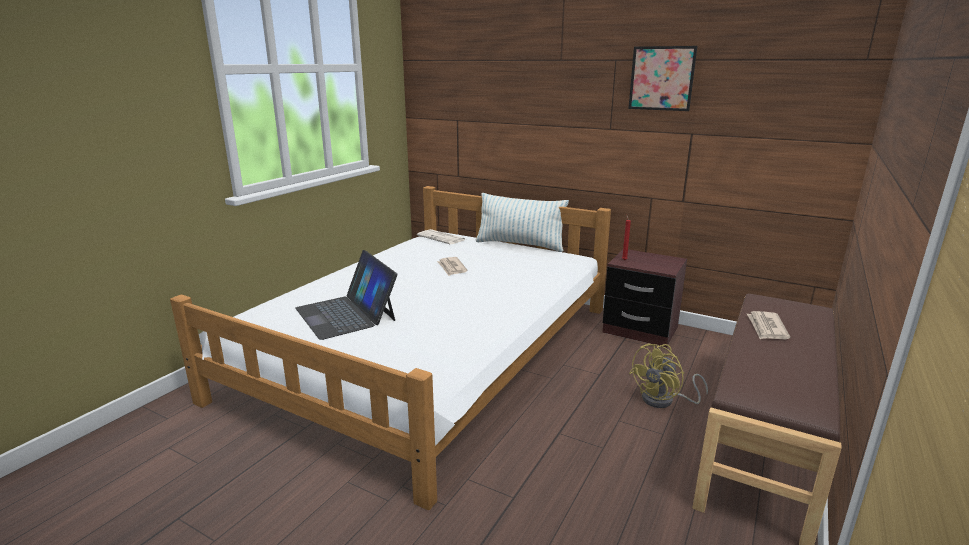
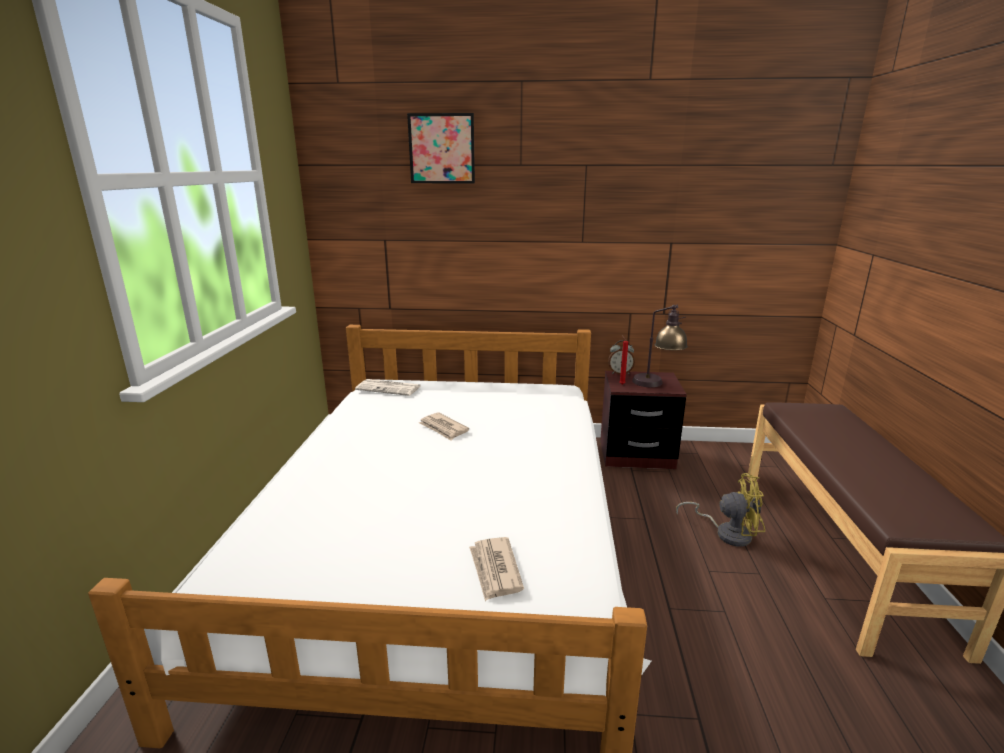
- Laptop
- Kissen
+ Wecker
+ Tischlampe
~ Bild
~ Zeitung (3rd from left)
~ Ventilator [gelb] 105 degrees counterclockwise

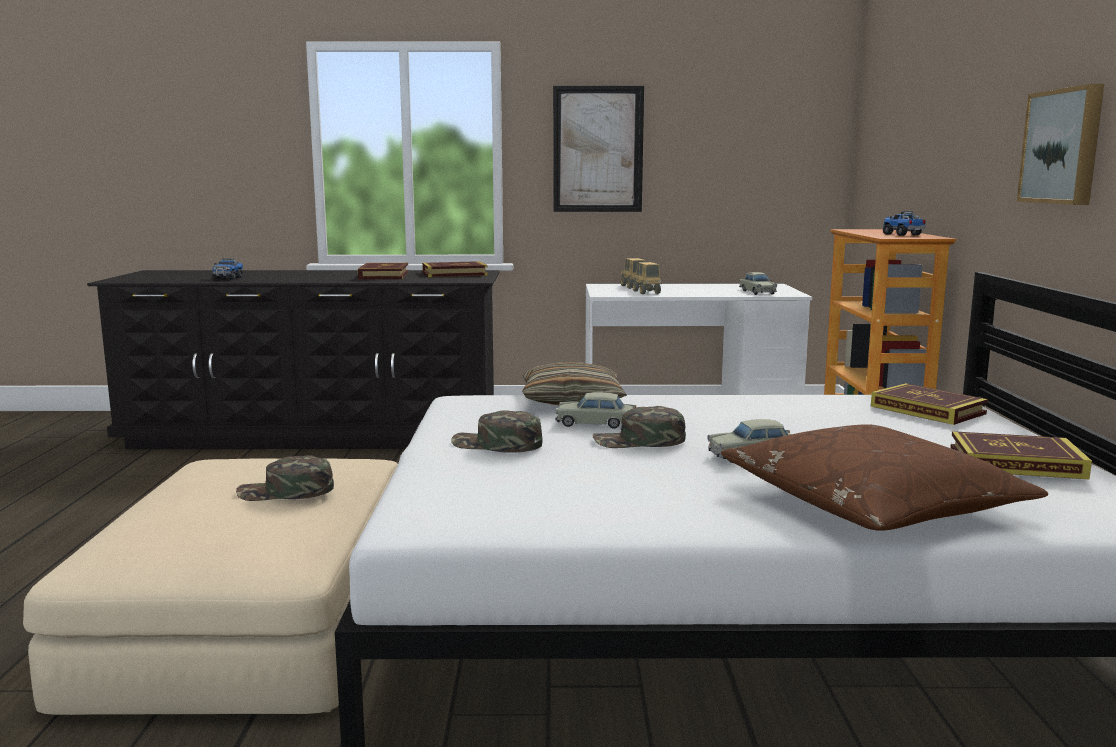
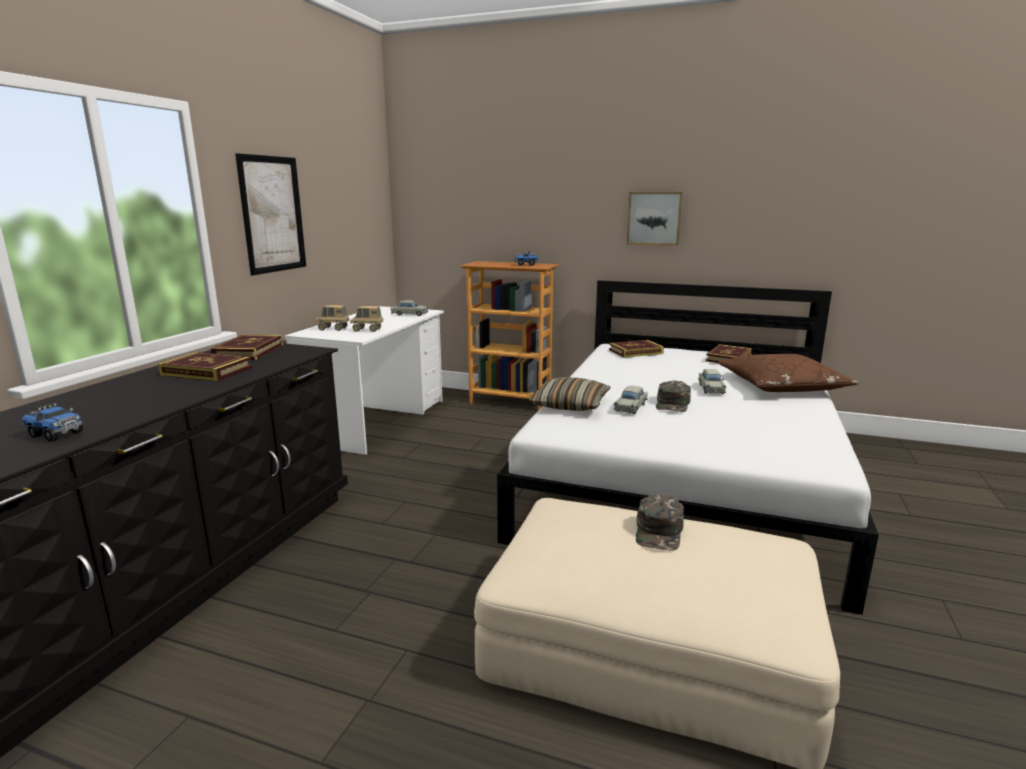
- Kappe [grün] (2nd from left)

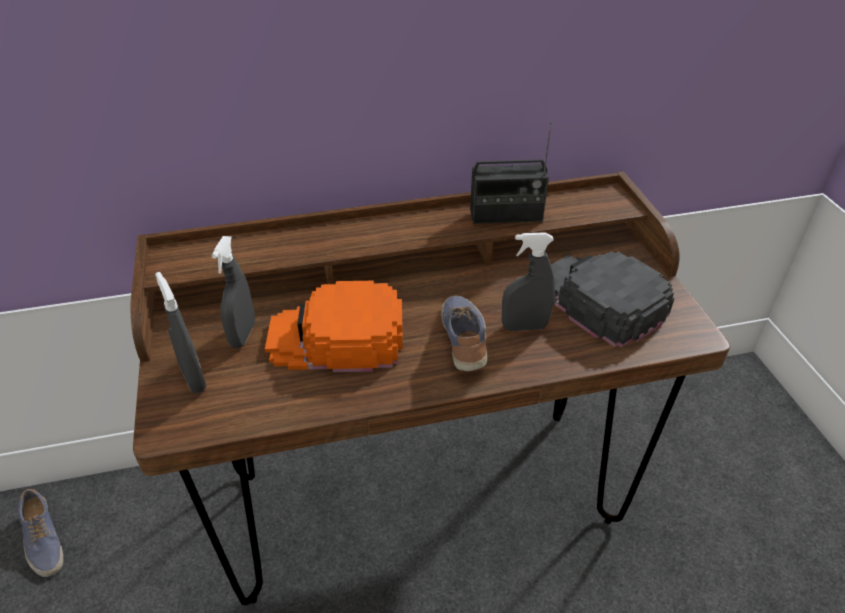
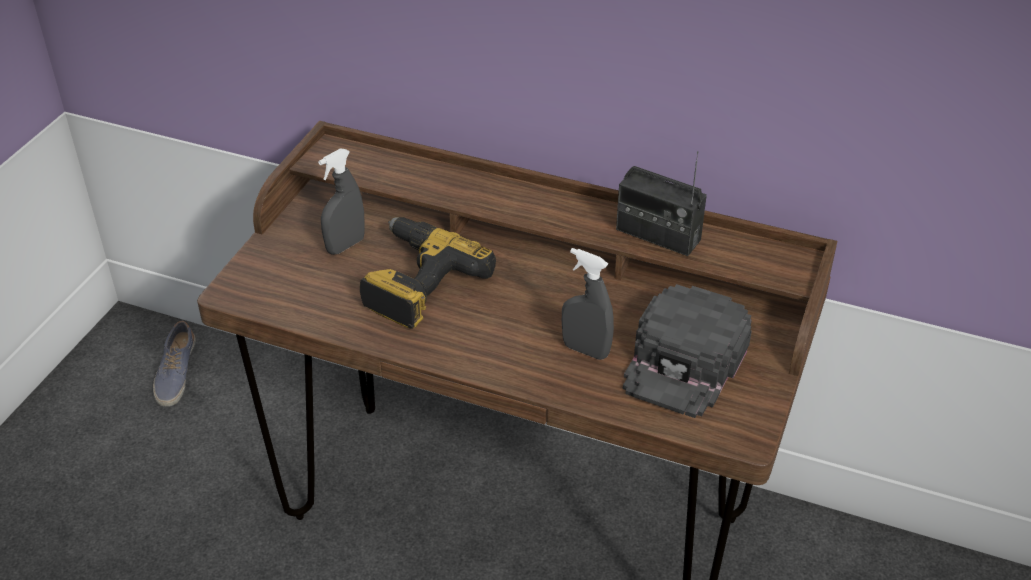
- Sprühflasche [grau] (1st from left)
- Schuh (2nd from left)
~ Kappe [orange] to Bohrmaschine
~ Kappe [schwarz] 150 degrees counterclockwise

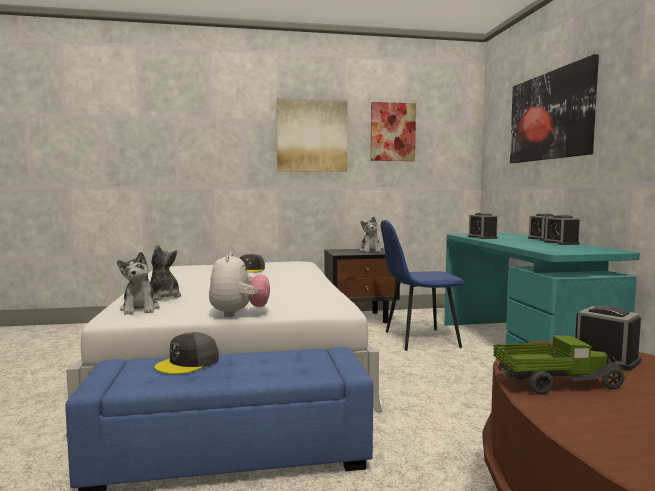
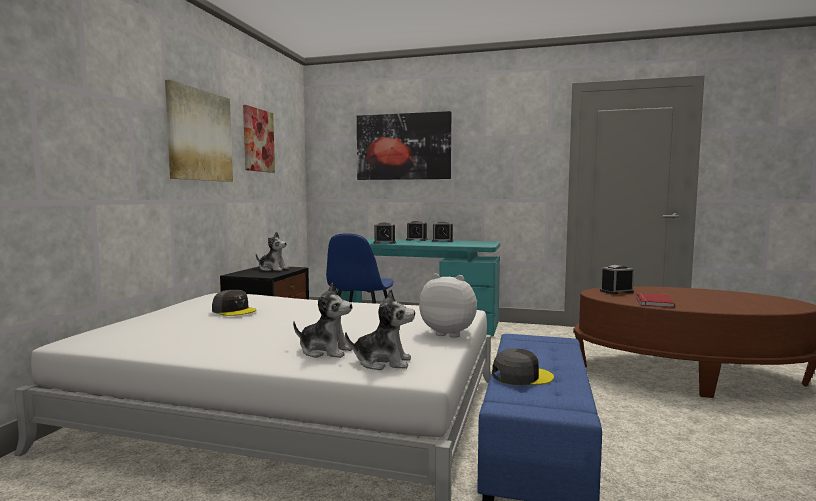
~ Spielzeuglaster to Buch [rot]
~ Plüschtier (2nd from left) 150 degrees counterclockwise
~ Kappe [grau] (1st from left in the first image) 75 degrees counterclockwise

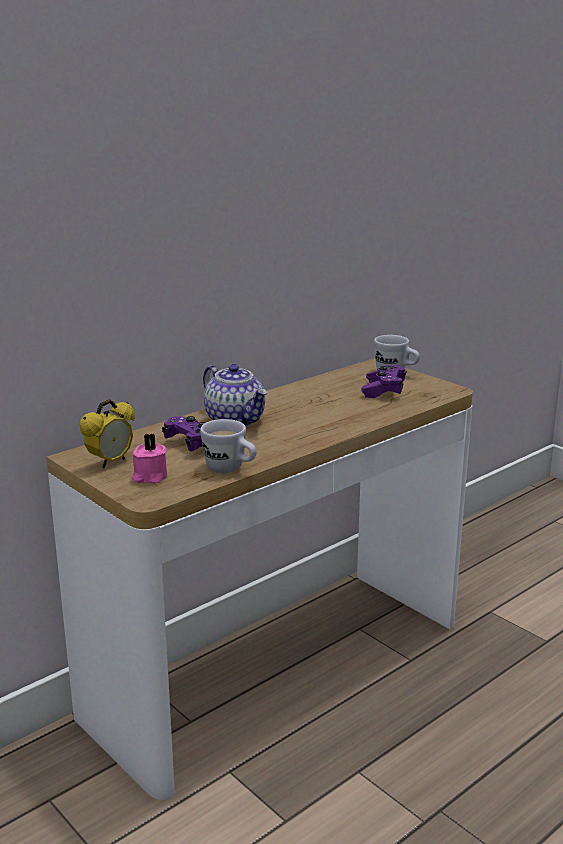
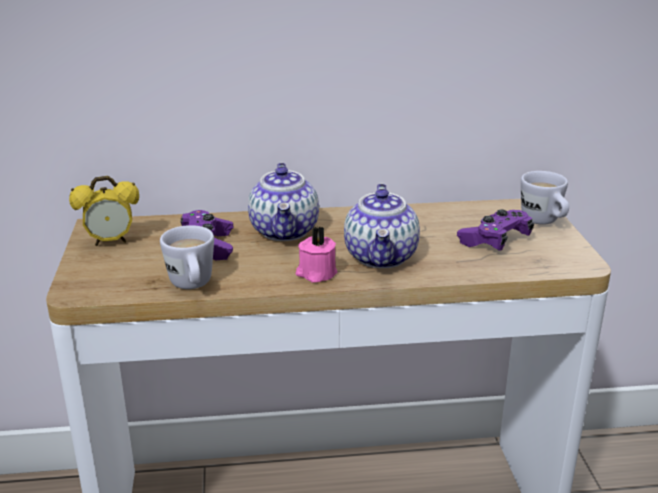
+ Teekanne (2nd from left)
~ Kerze [rosa]

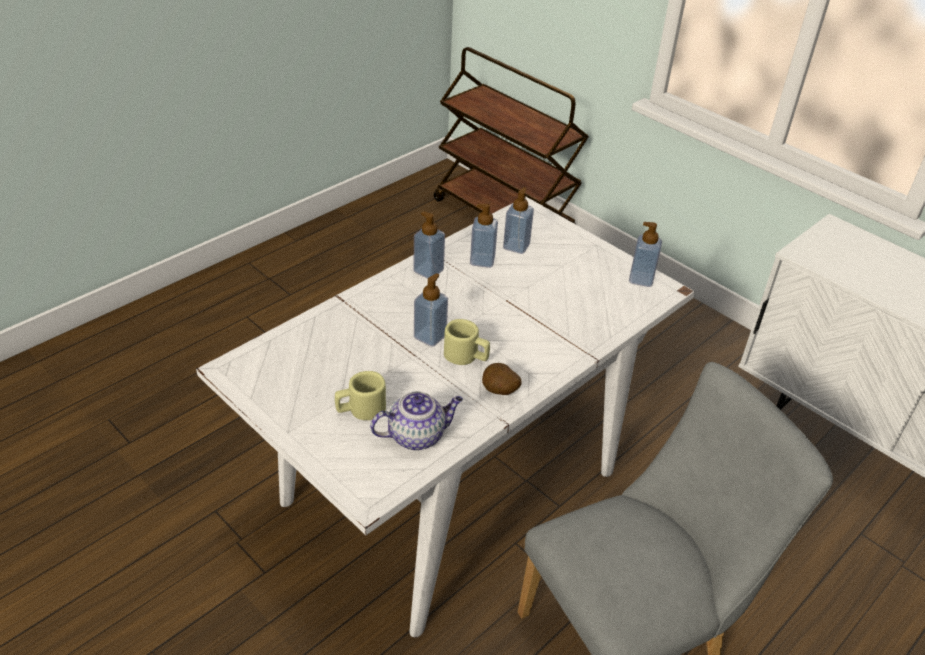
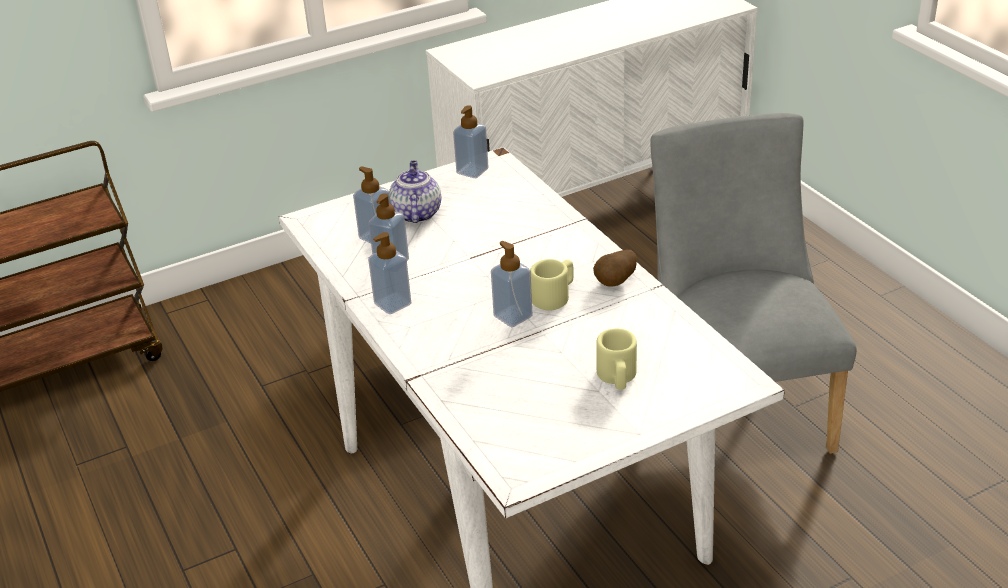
~ Teekanne

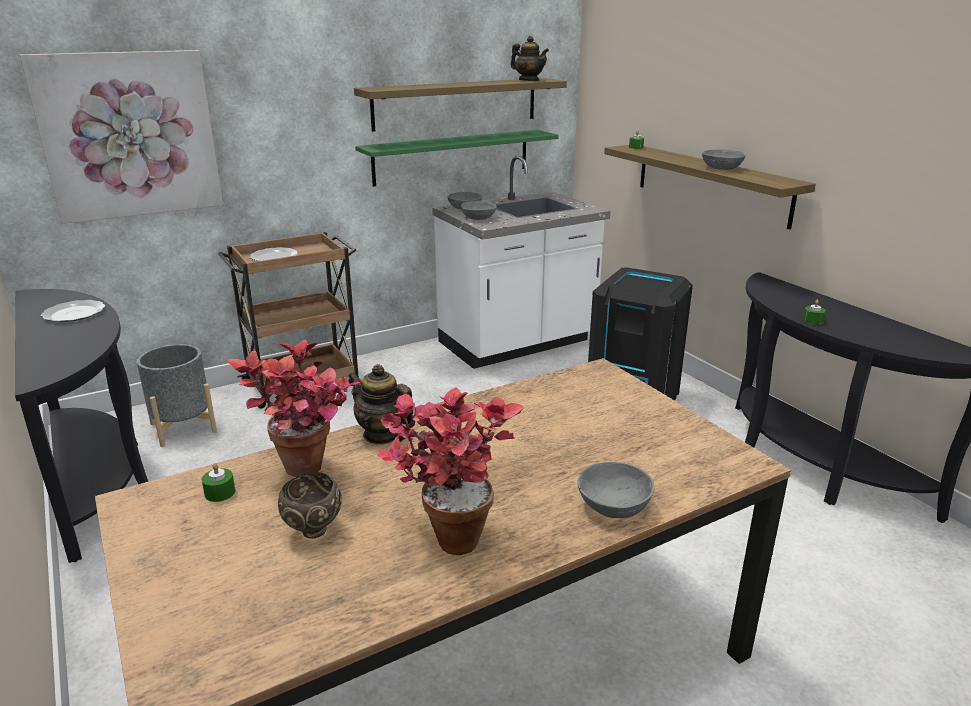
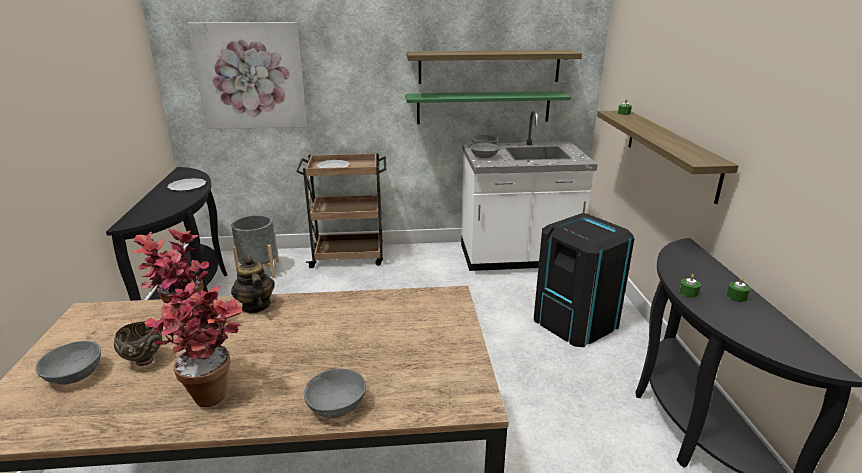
- Teekanne (2nd from left)
~ Kerze [grün] (1st from left in the first image) to Kerze [grün] (3rd from left)
~ Schüssel [grau] (4th from left in the first image) to Schüssel [grau] (1st from left)

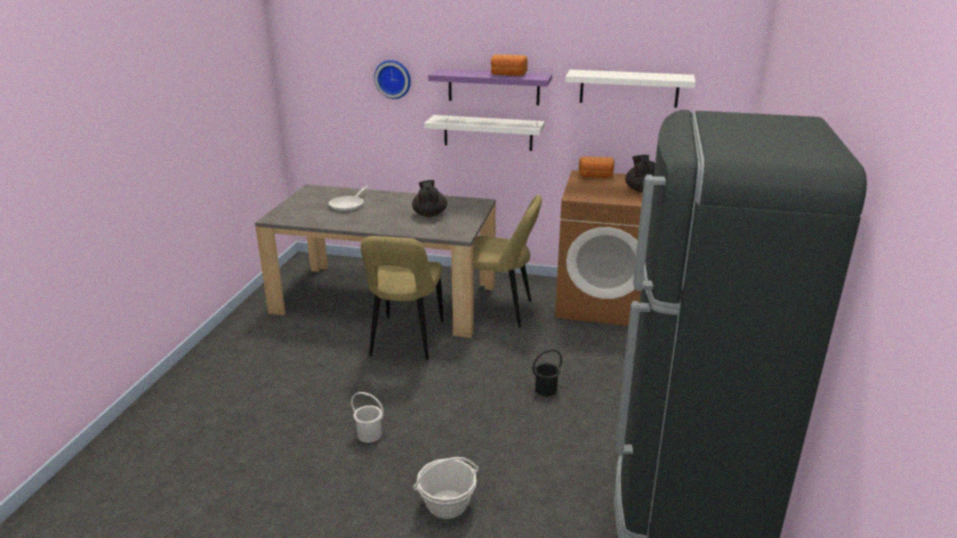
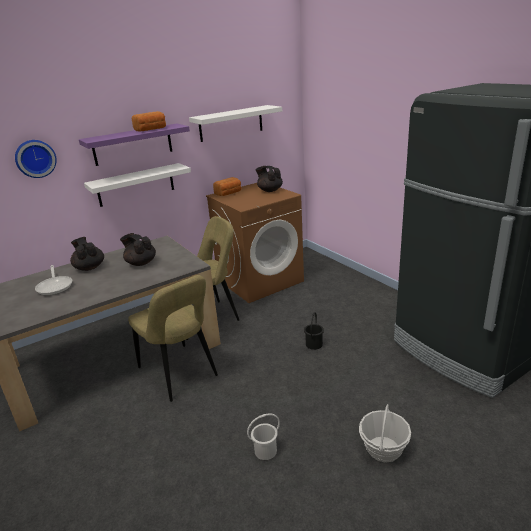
+ Teekanne [schwarz] (1st from left)

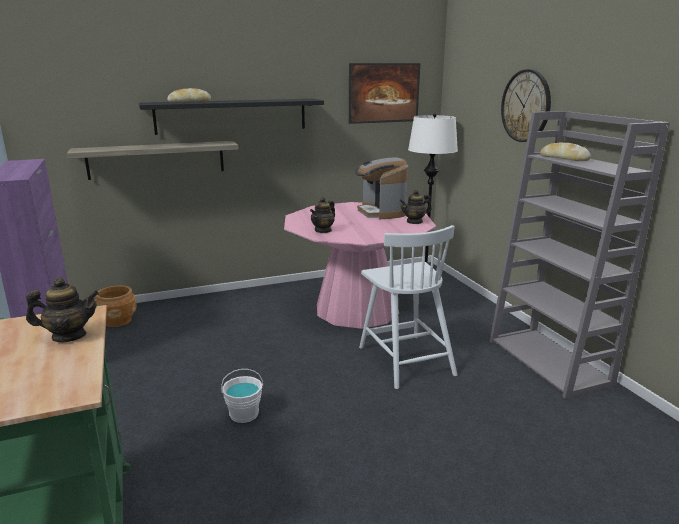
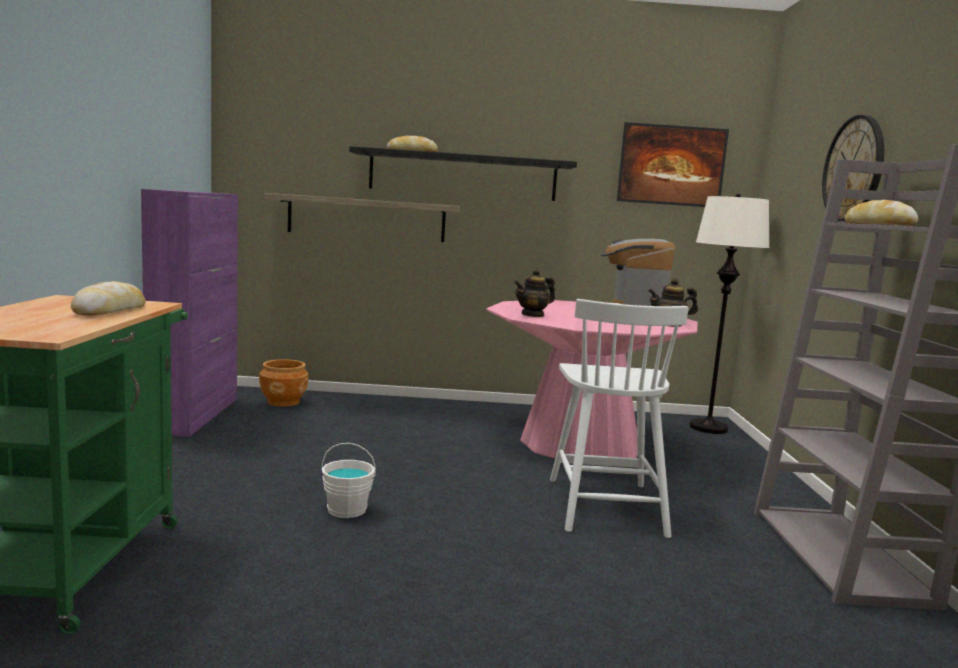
~ Teekanne (1st from left) to Brot (1st from left)

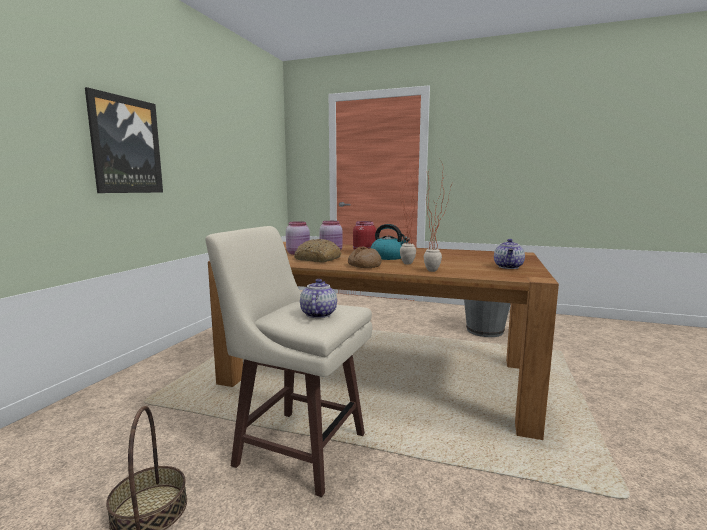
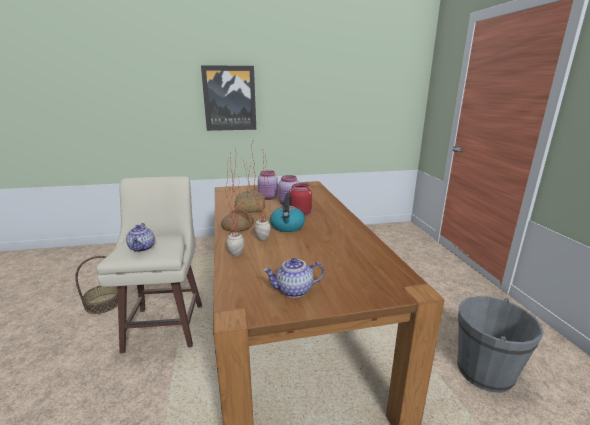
~ Teekanne (1st from left) 105 degrees clockwise

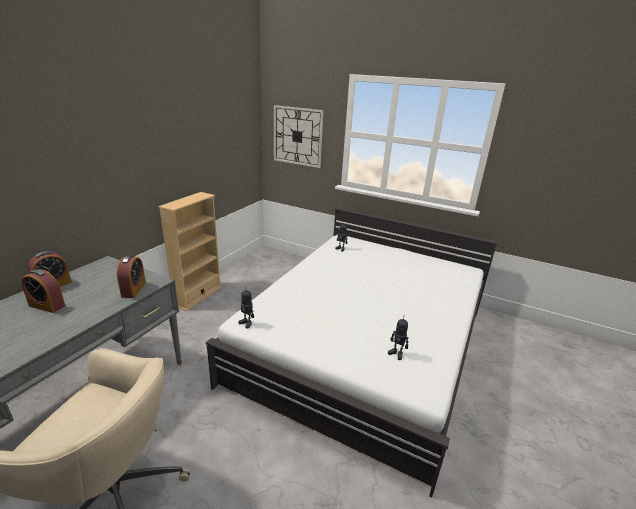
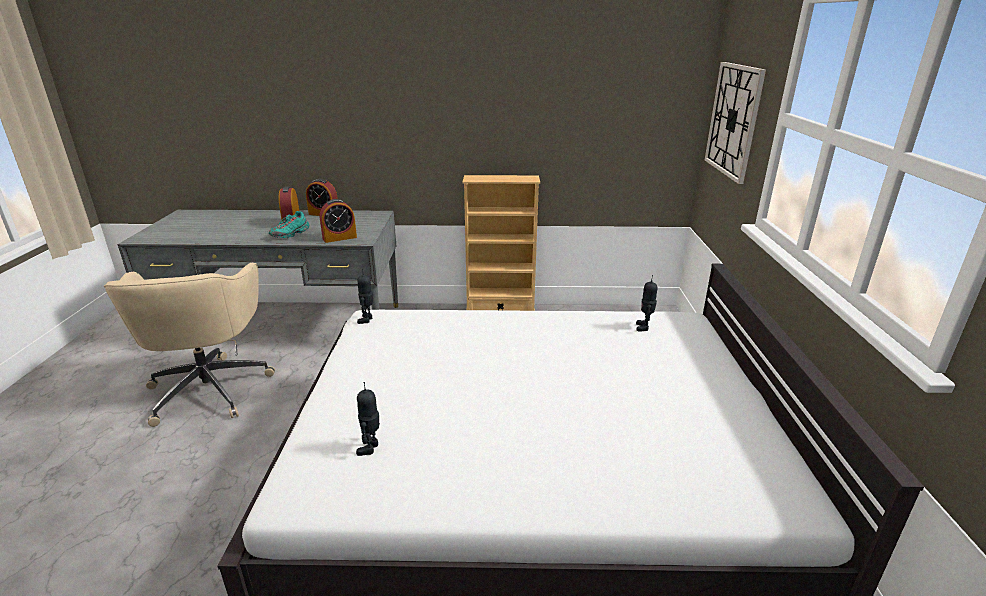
+ Schuh [türkis]

